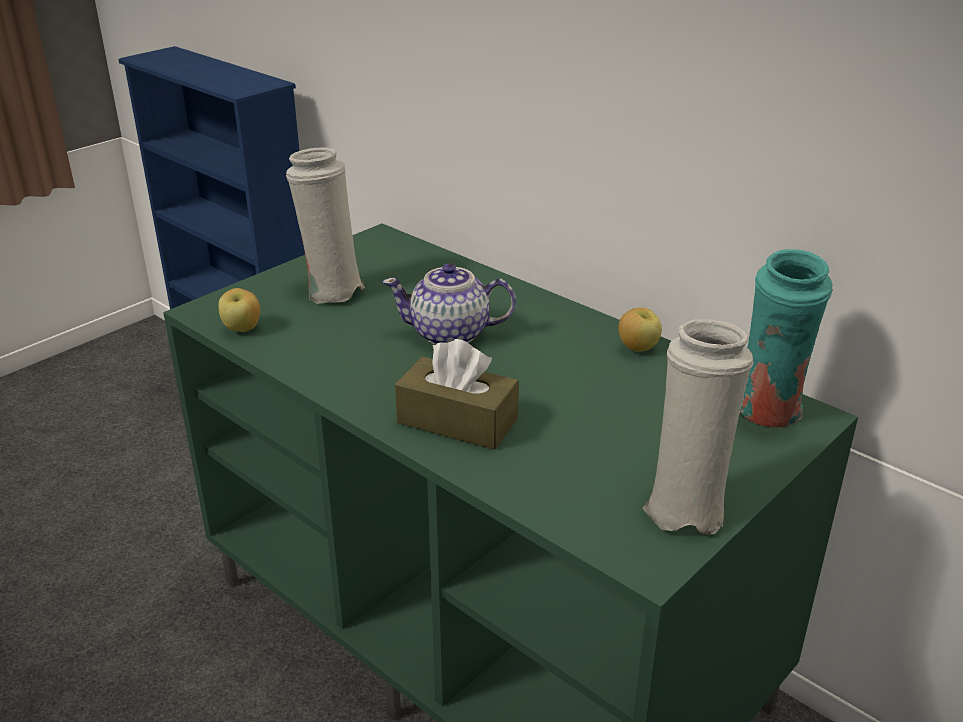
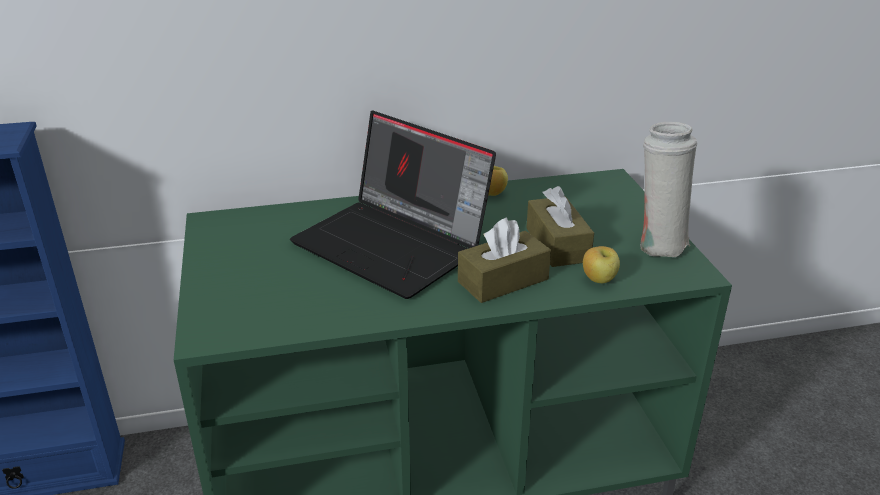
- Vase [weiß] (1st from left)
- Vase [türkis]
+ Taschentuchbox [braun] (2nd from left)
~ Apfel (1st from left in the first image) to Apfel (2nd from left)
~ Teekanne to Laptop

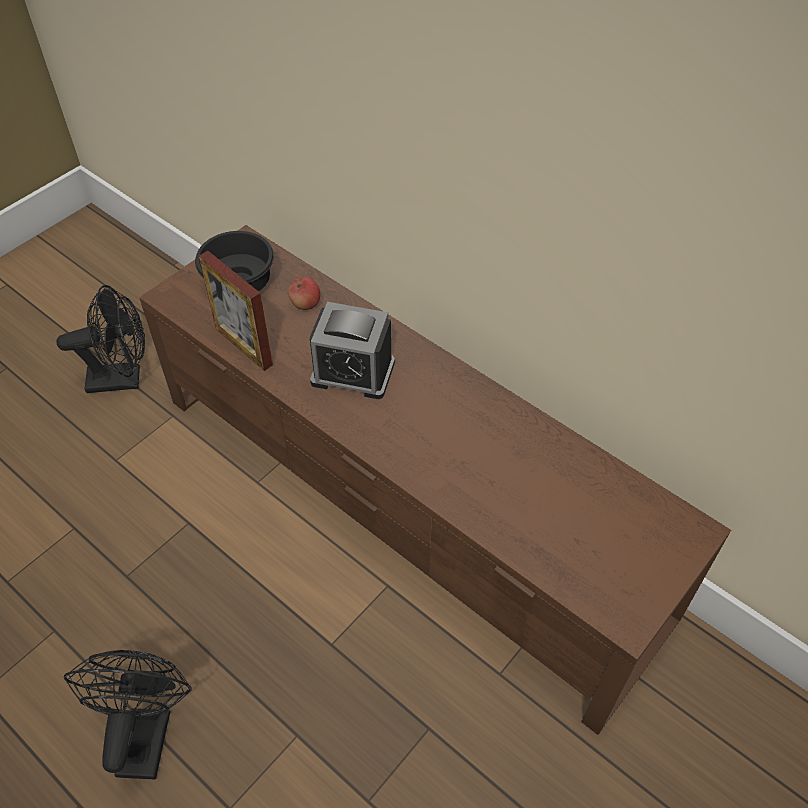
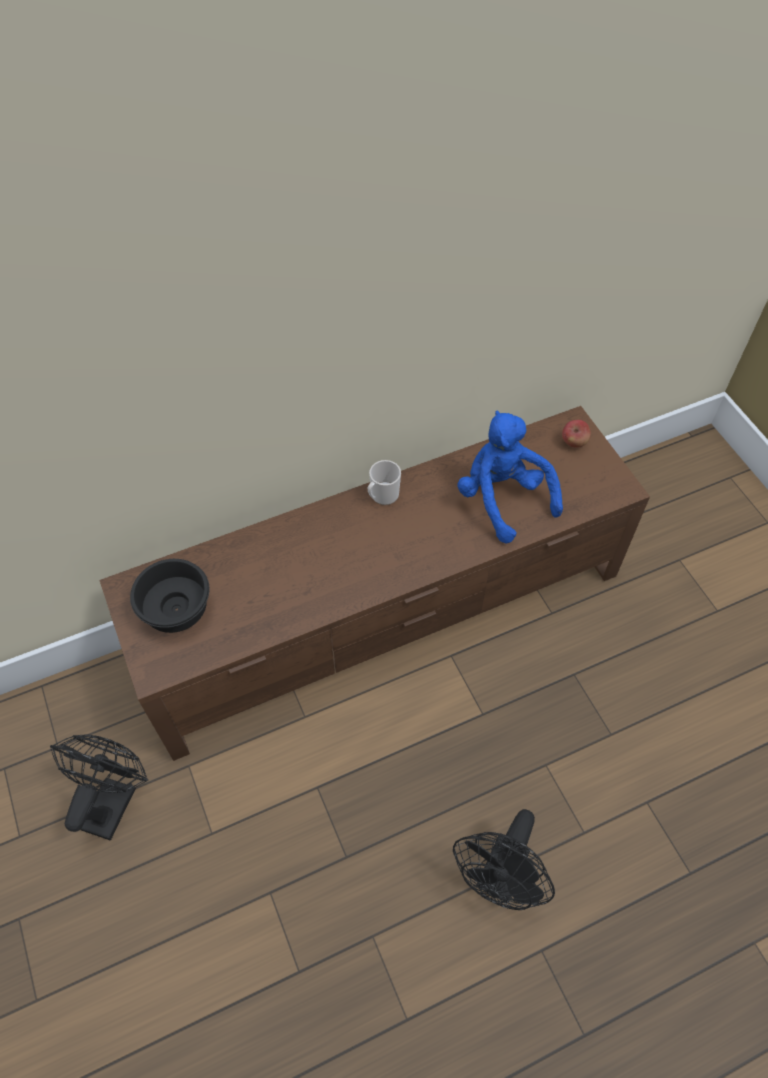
- Bilderrahmen
- Wecker
+ Henkelbecher
+ Plüschtier [blau]
~ Apfel
~ Ventilator [schwarz] (2nd from left) 90 degrees counterclockwise

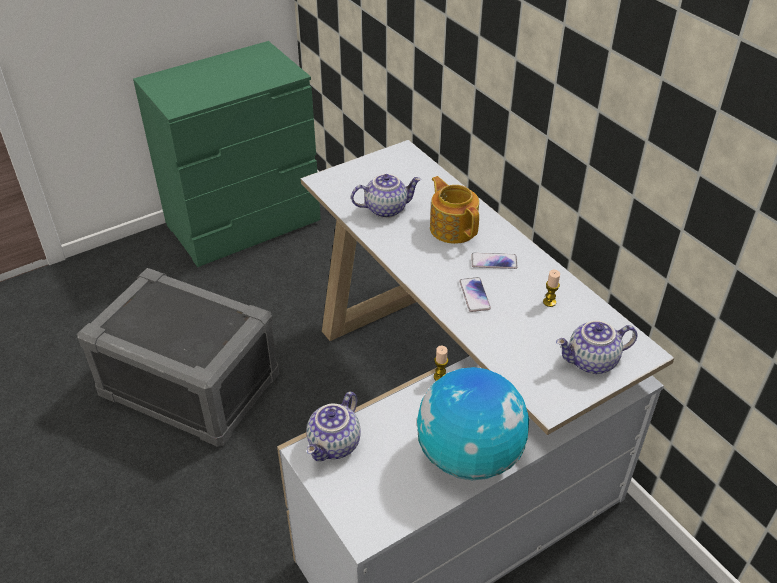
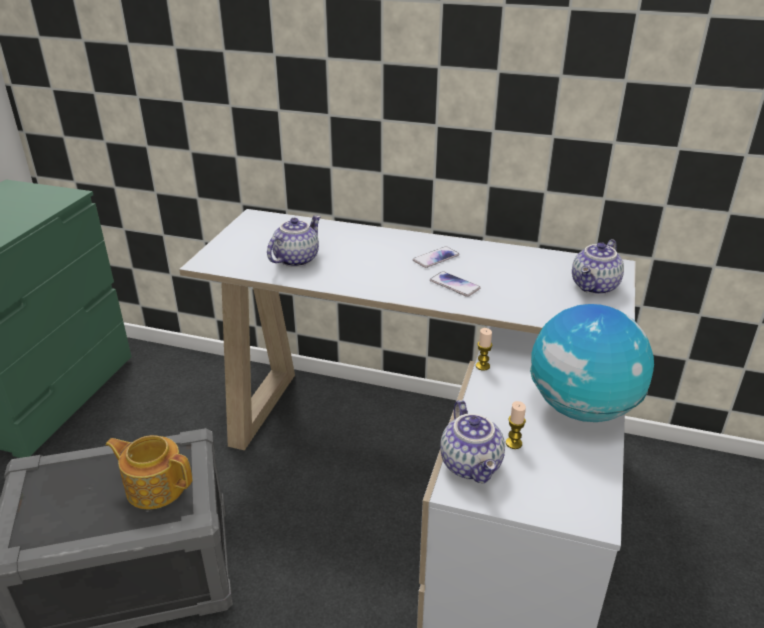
~ Teekanne (3rd from left in the first image) to Teekanne (1st from left)
~ Kerze (2nd from left)

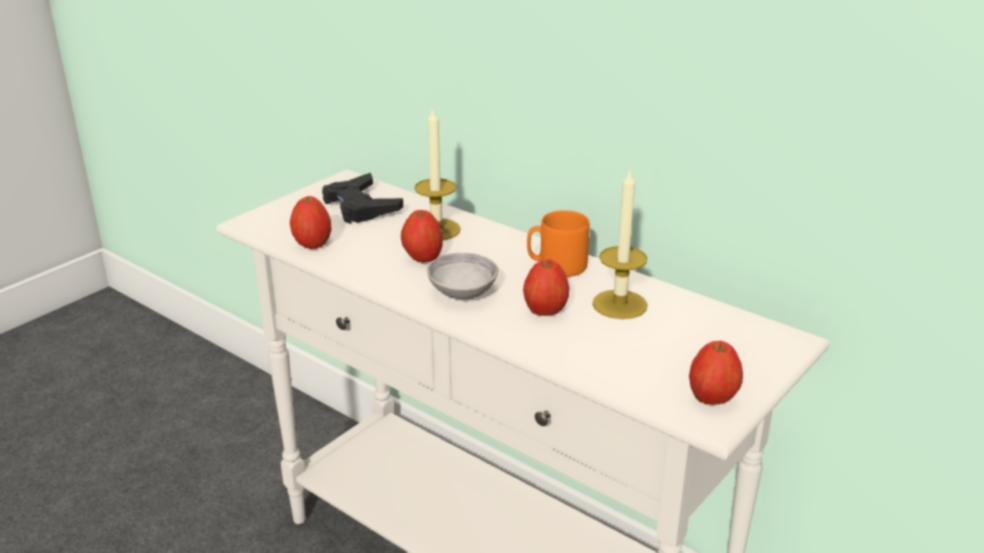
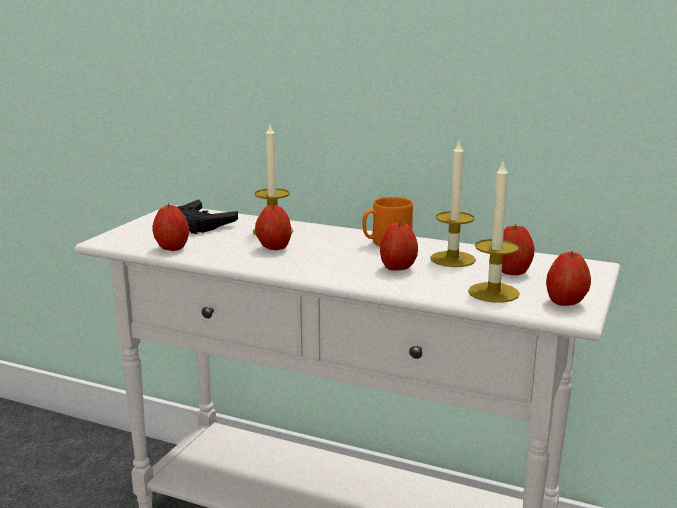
- Schüssel [grau]
+ Kerze (3rd from left)
+ Apfel (4th from left)

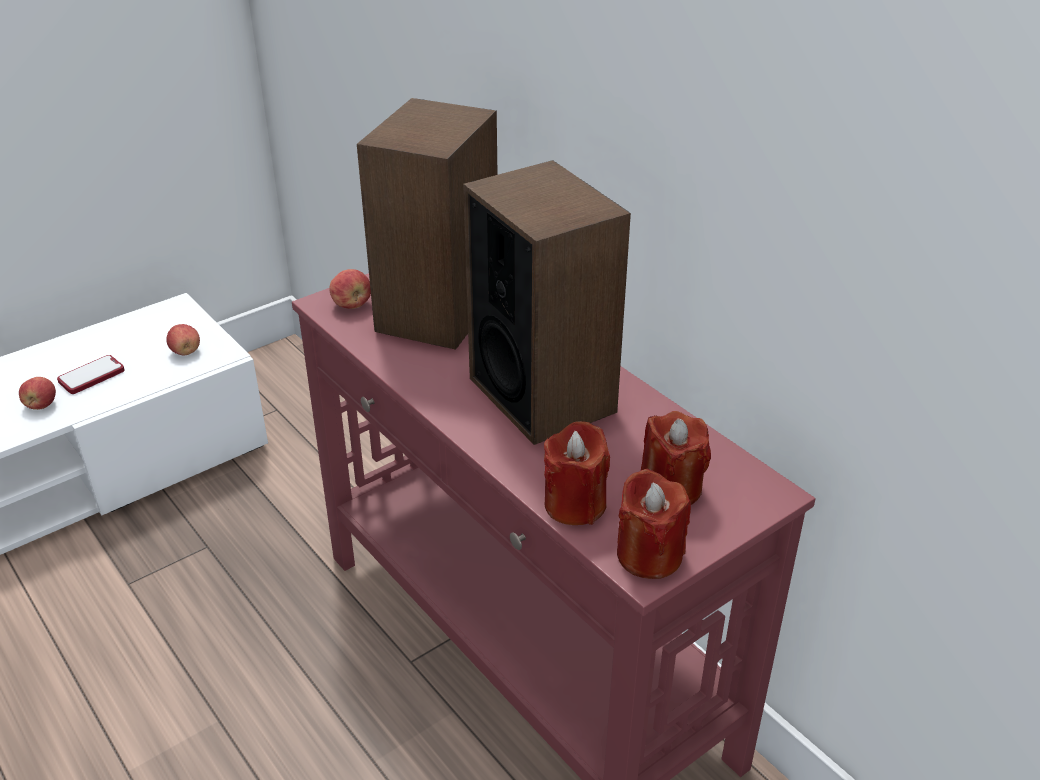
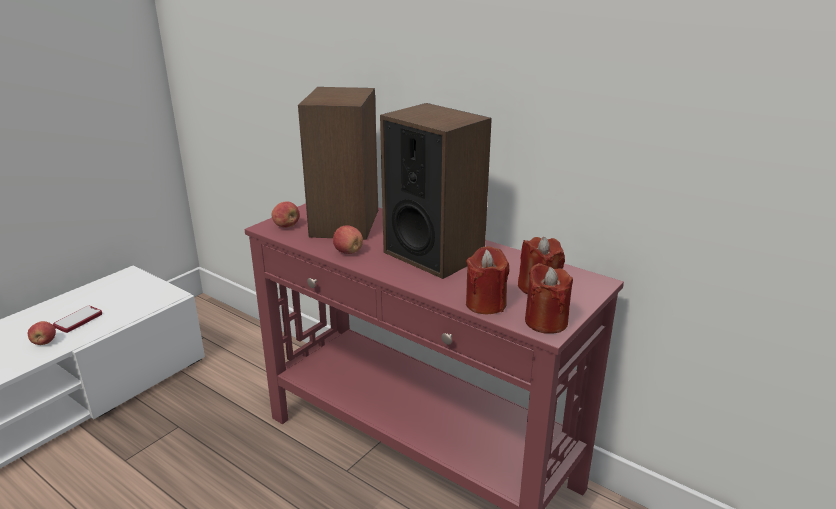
~ Apfel (2nd from left in the first image) to Apfel (3rd from left)

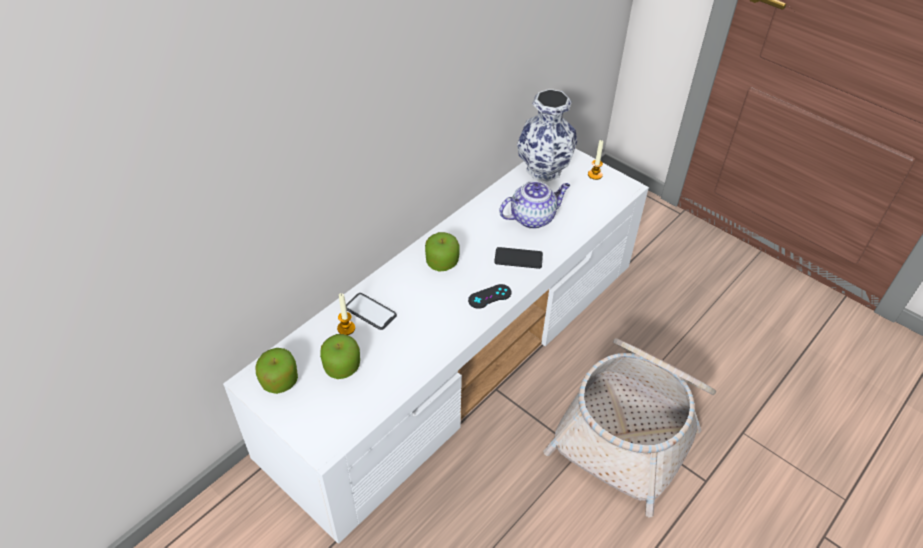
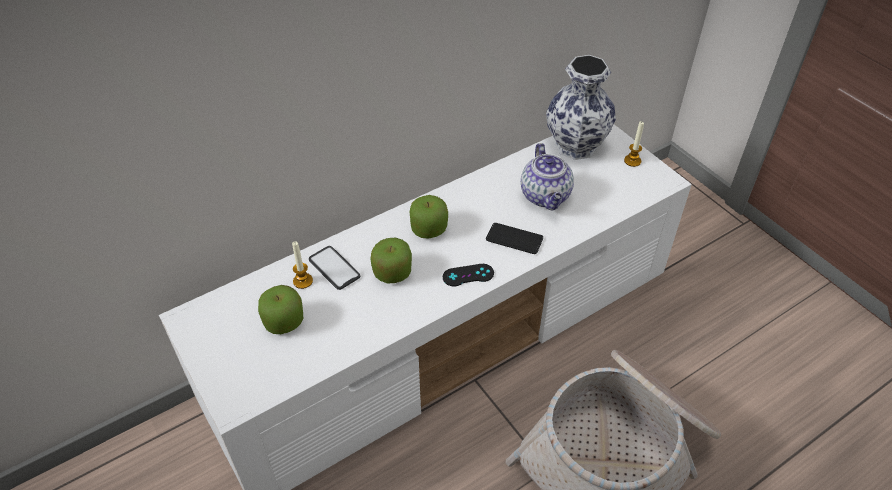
~ Apfel (1st from left in the first image) to Apfel (2nd from left)
~ Teekanne 90 degrees clockwise

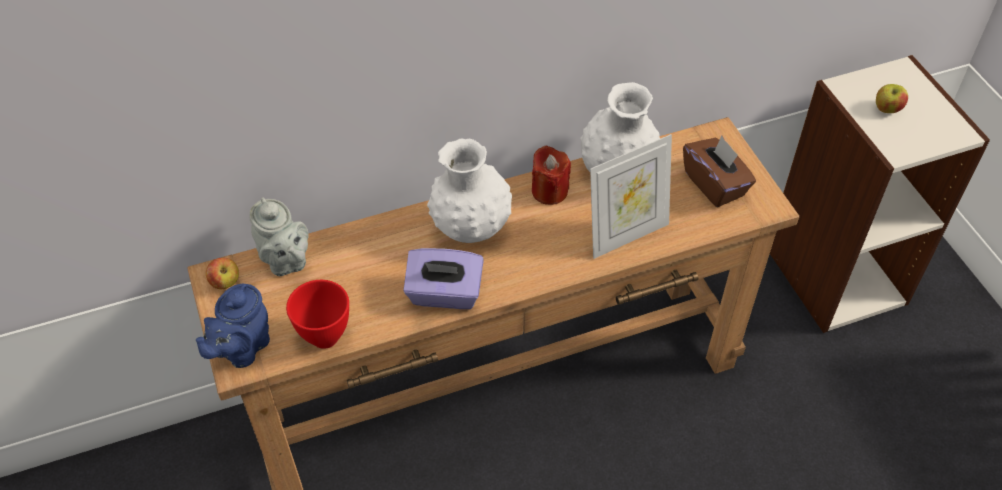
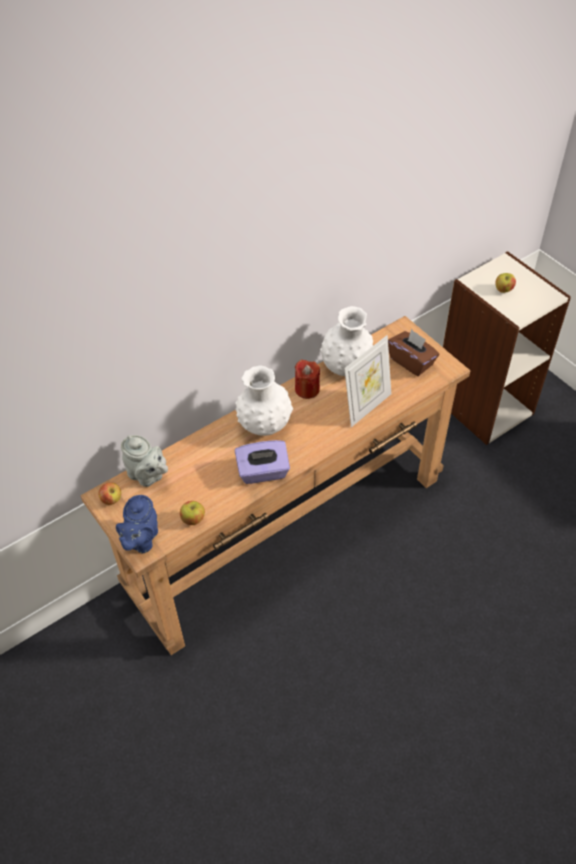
~ Schüssel [rot] to Apfel (2nd from left)

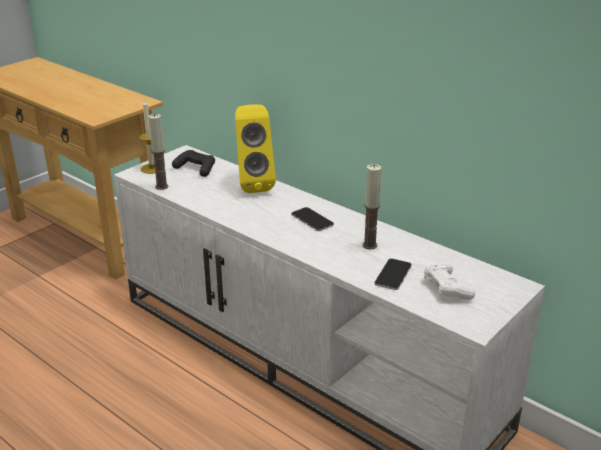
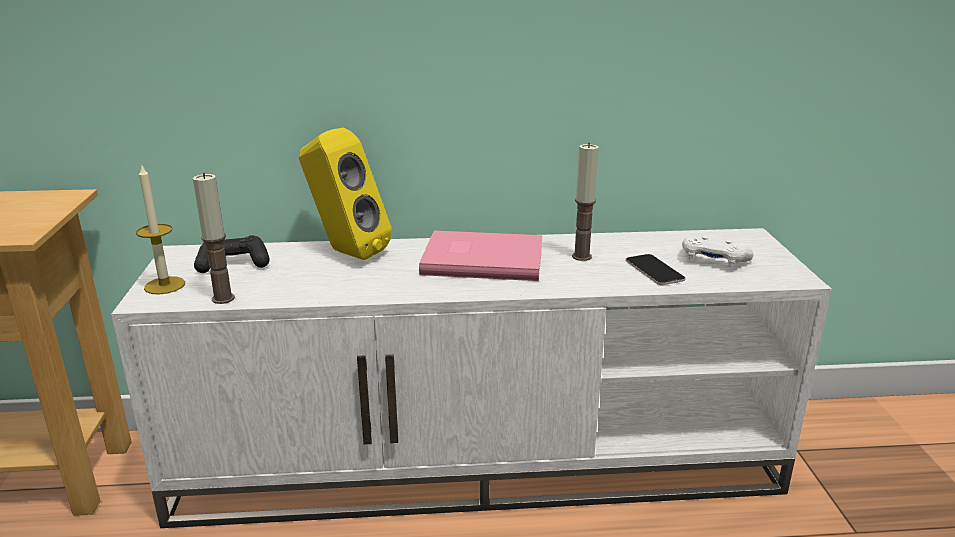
~ Handy (1st from left) to Buch [rosa]

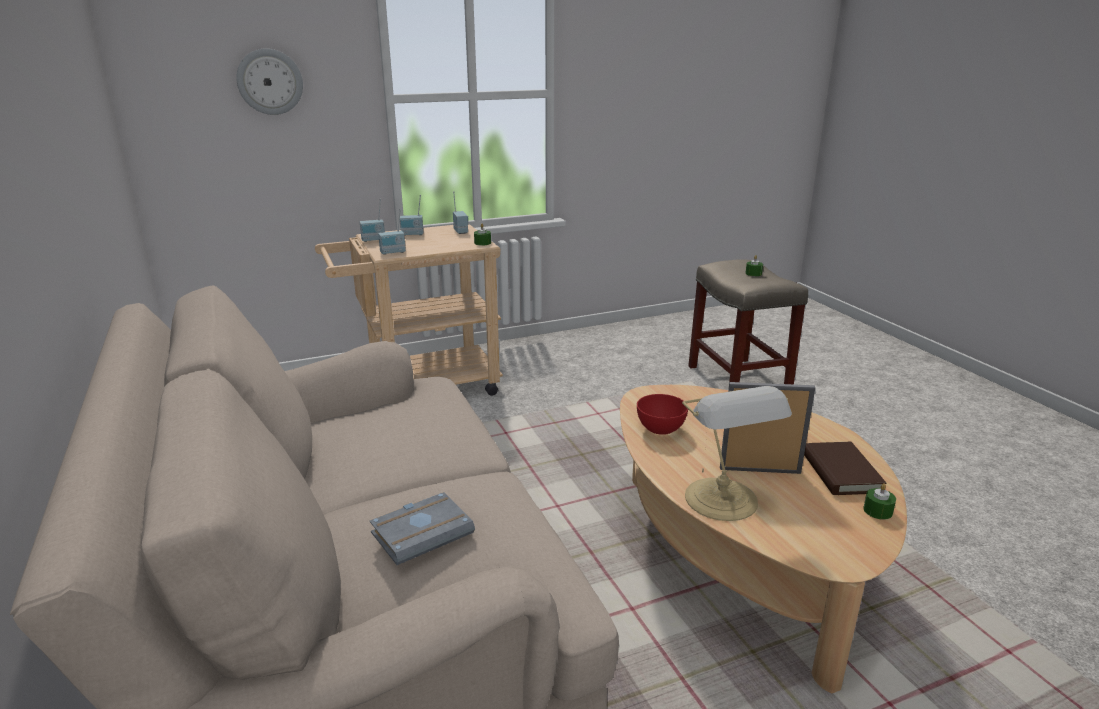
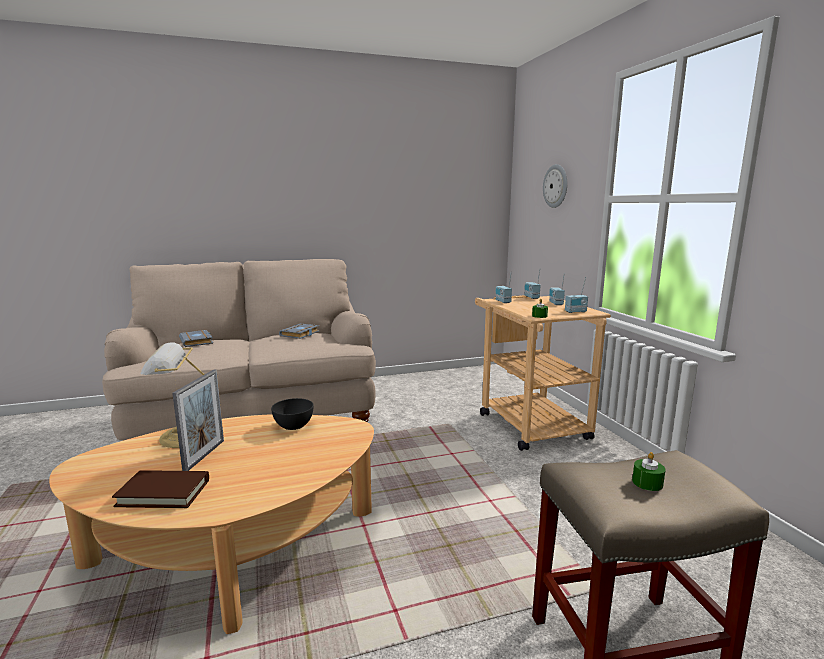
- Kerze [grün] (3rd from left)
+ Buch [grau] (2nd from left)
~ Schüssel [rot] to Schüssel [grau]

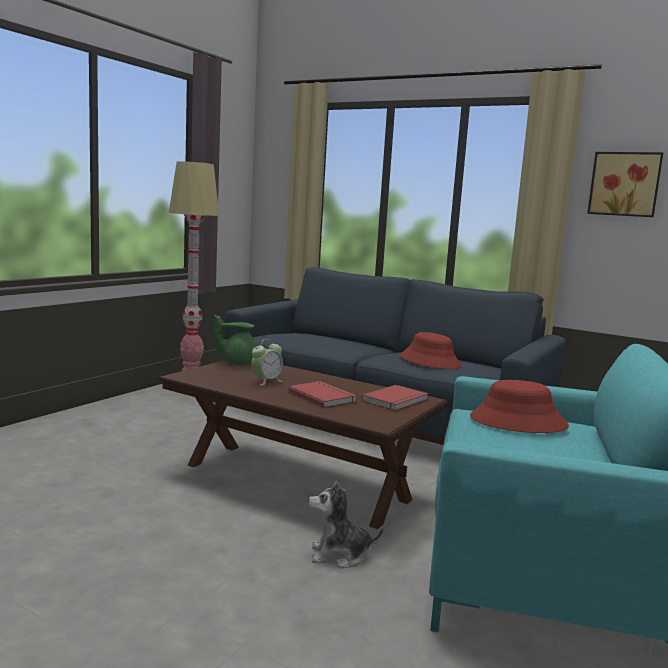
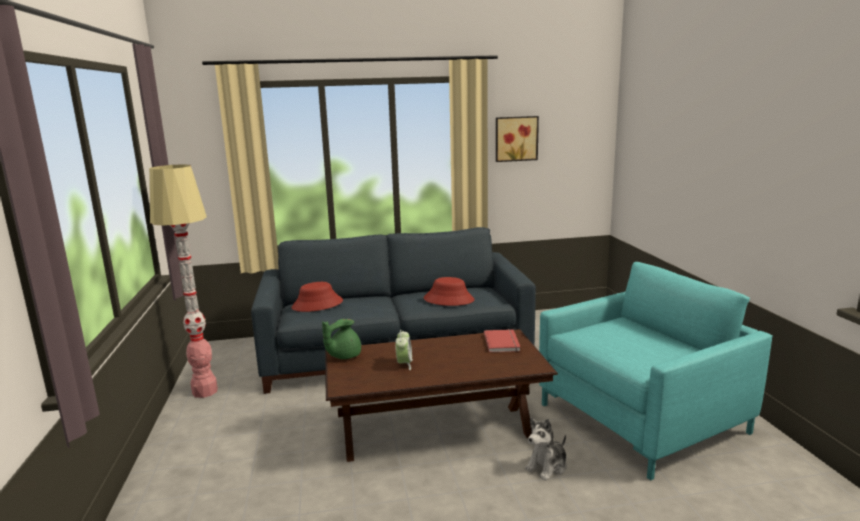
- Buch [rot] (1st from left)
~ Hut [rot] (2nd from left in the first image) to Hut [rot] (1st from left)

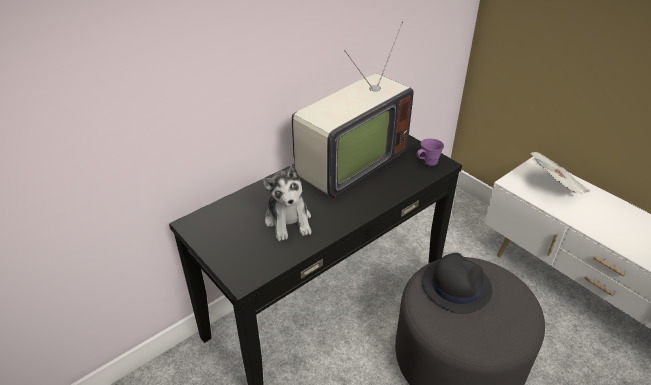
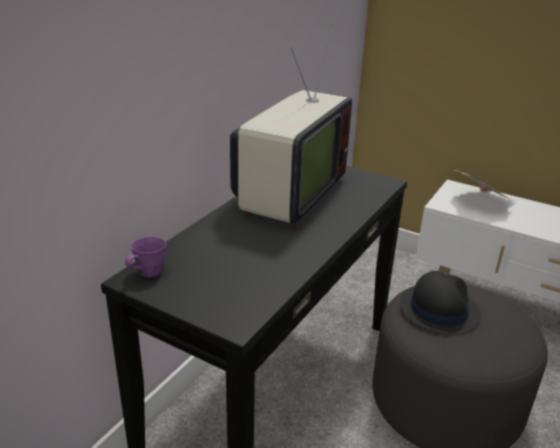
- Plüschtier
~ Henkelbecher [lila]

